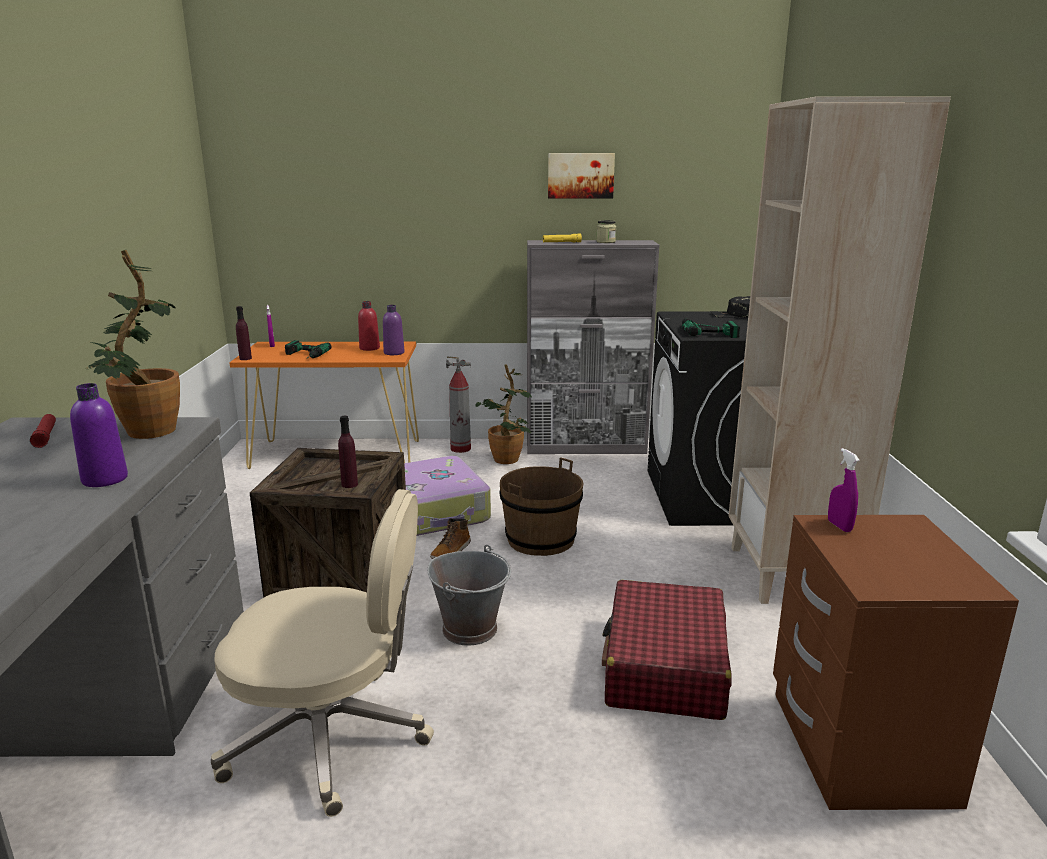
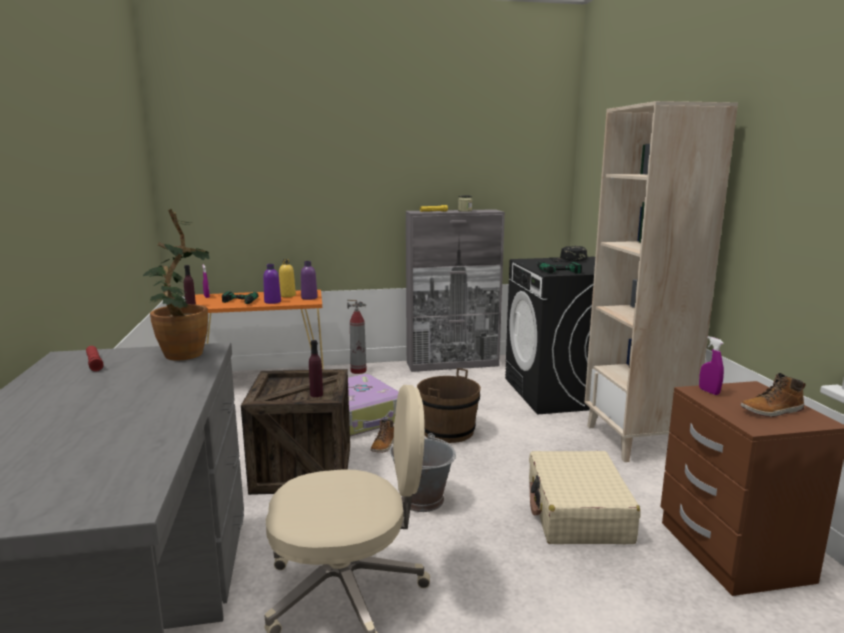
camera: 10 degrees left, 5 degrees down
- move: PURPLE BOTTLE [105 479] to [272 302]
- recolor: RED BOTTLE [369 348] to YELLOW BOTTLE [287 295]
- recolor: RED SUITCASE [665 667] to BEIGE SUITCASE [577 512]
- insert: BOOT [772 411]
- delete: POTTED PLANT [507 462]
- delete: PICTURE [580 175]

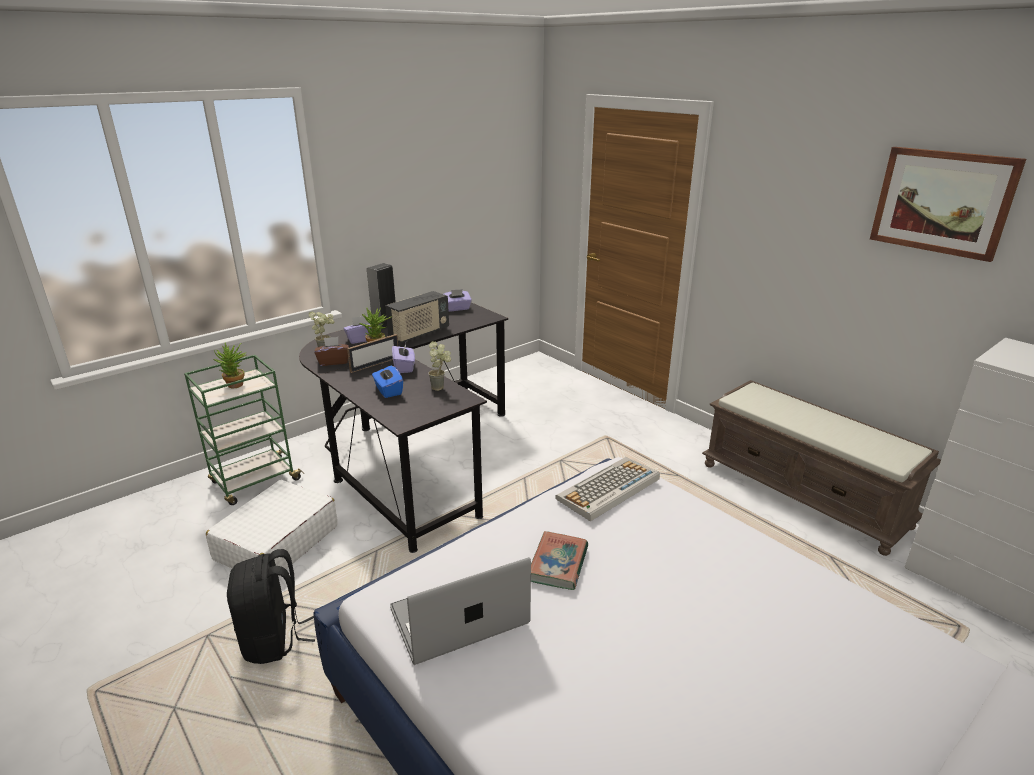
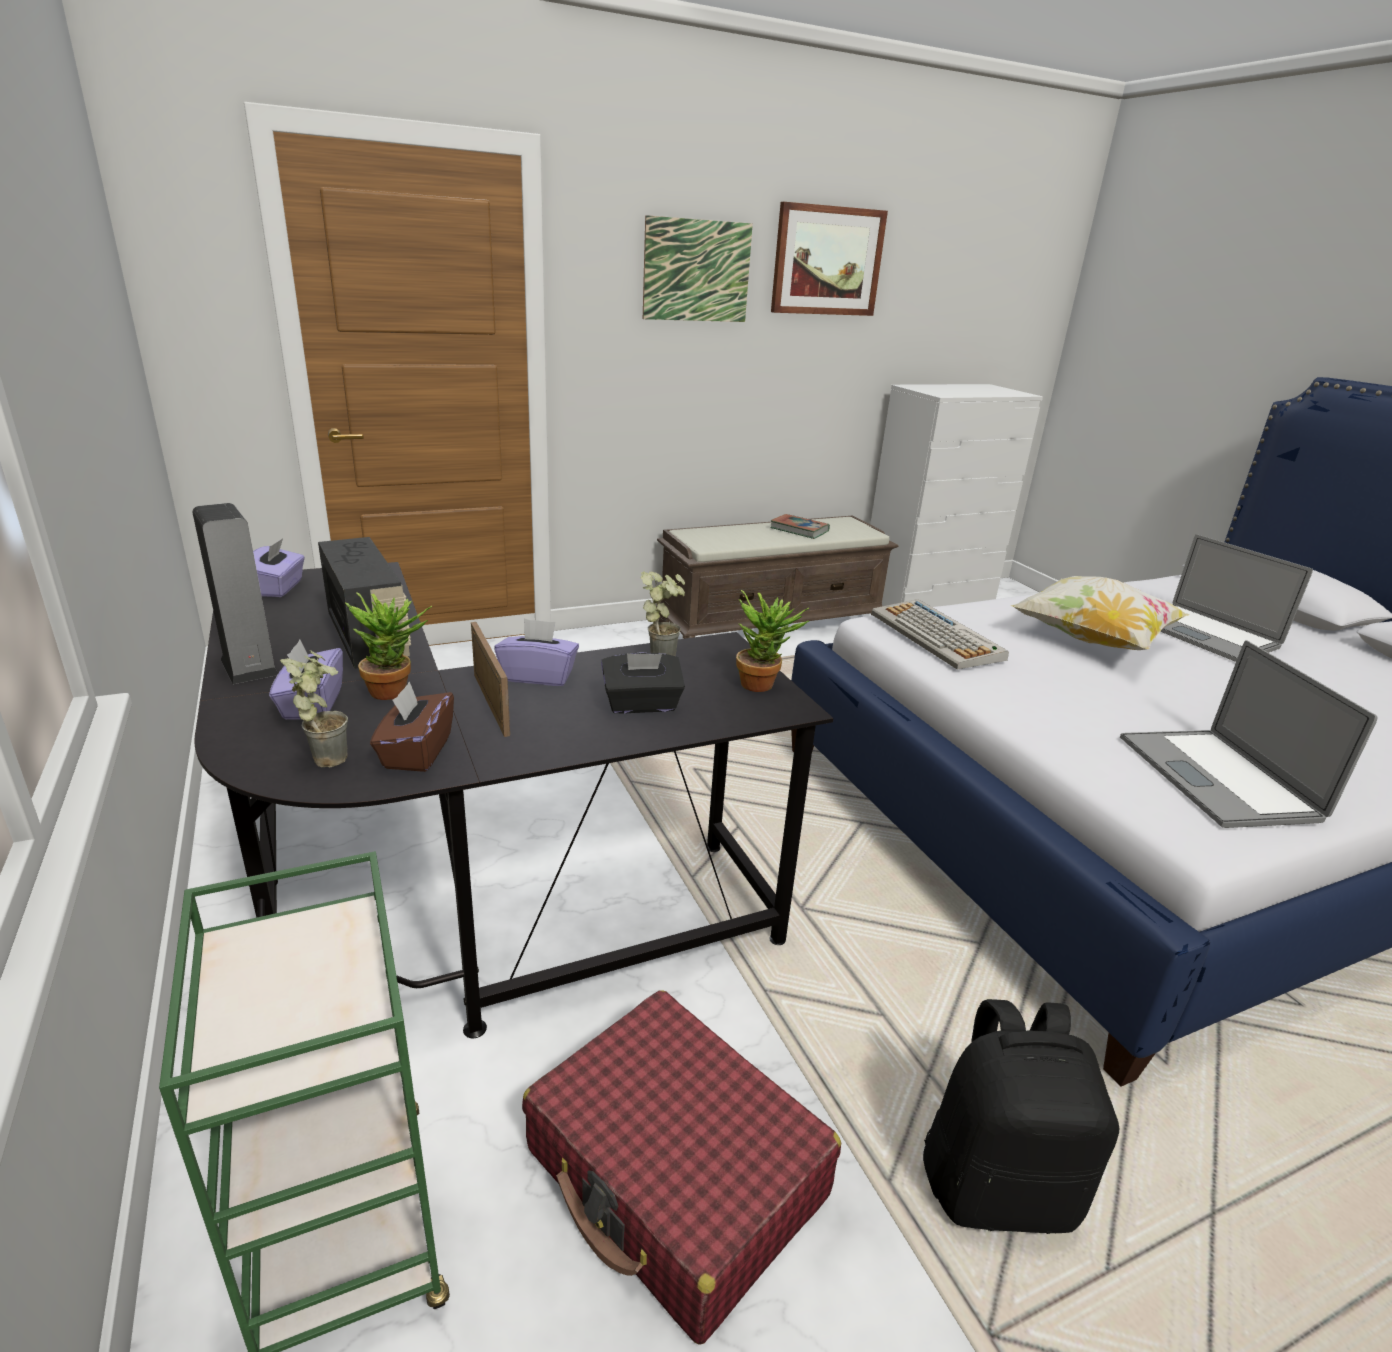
camera: 75 degrees left, 0 degrees up
- recolor: WHITE SUITCASE [276 543] to RED SUITCASE [676 1175]
- recolor: BLUE TISSUE BOX [388 391] to BLACK TISSUE BOX [642 705]
- insert: PICTURE [697 271]
- move: POTTED PLANT [236 386] to [763 684]
- move: BOOK [558 564] to [799 530]
- insert: PILLOW [1091 641]
- insert: LAPTOP [1203 633]

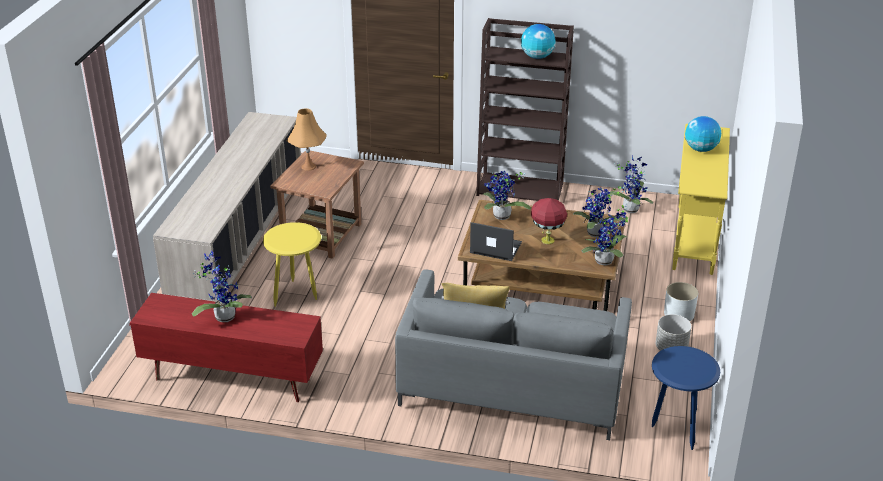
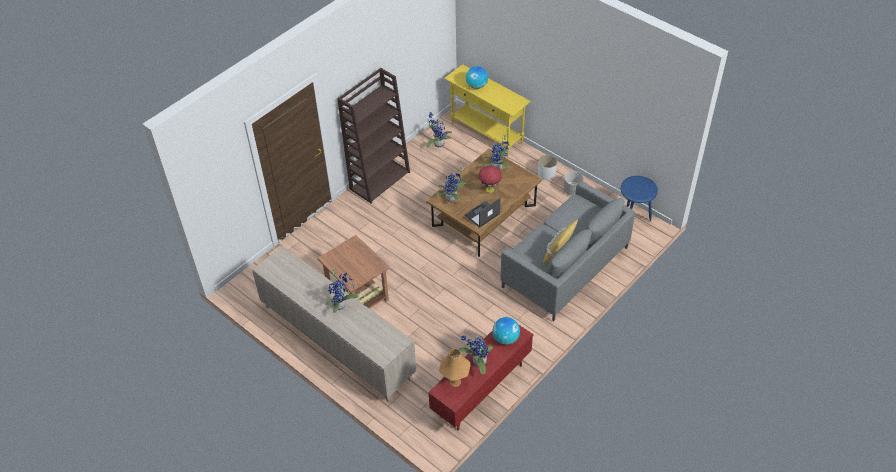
camera: 60 degrees left, 15 degrees up
- move: POTTED PLANT [606 262] to [341 305]
- move: ORANGE TABLE LAMP [308 166] to [455 381]
- move: GLOBE [537 57] to [505 338]
- delete: YELLOW SIDE TABLE [297 296]

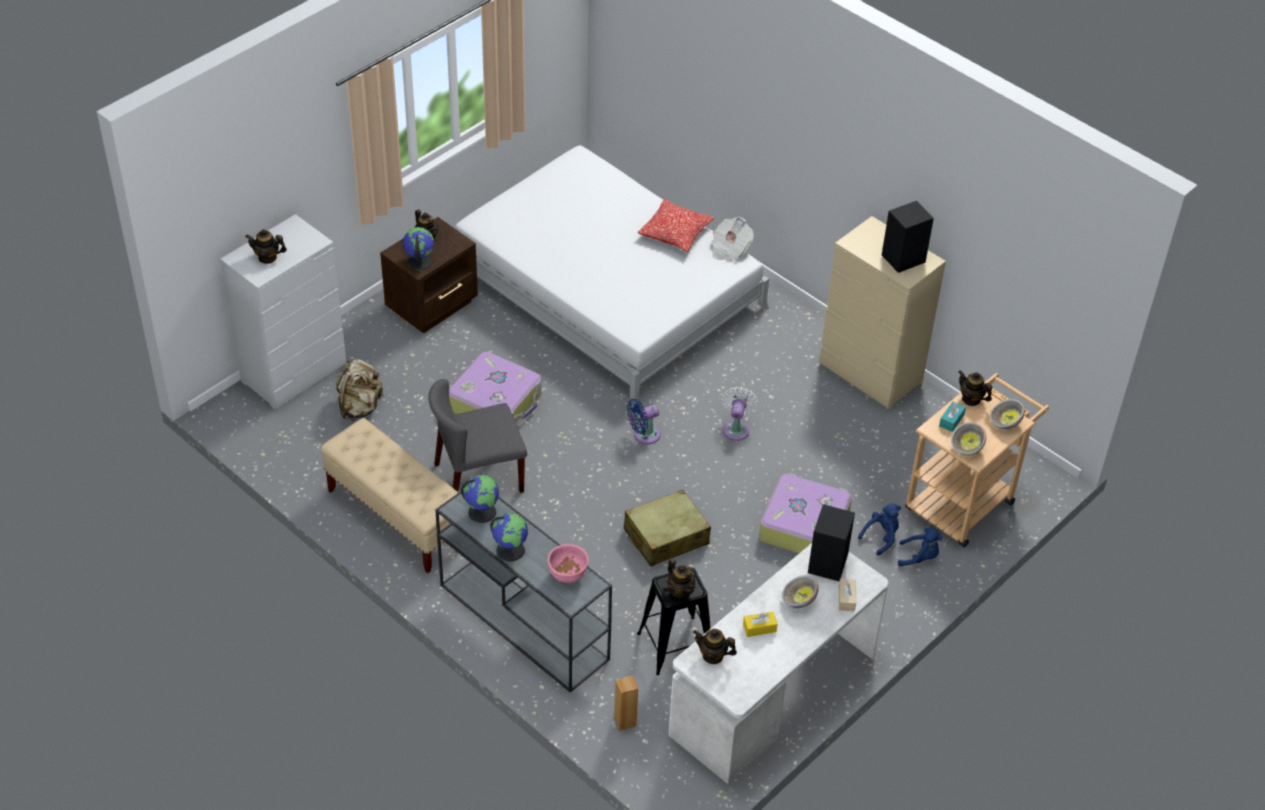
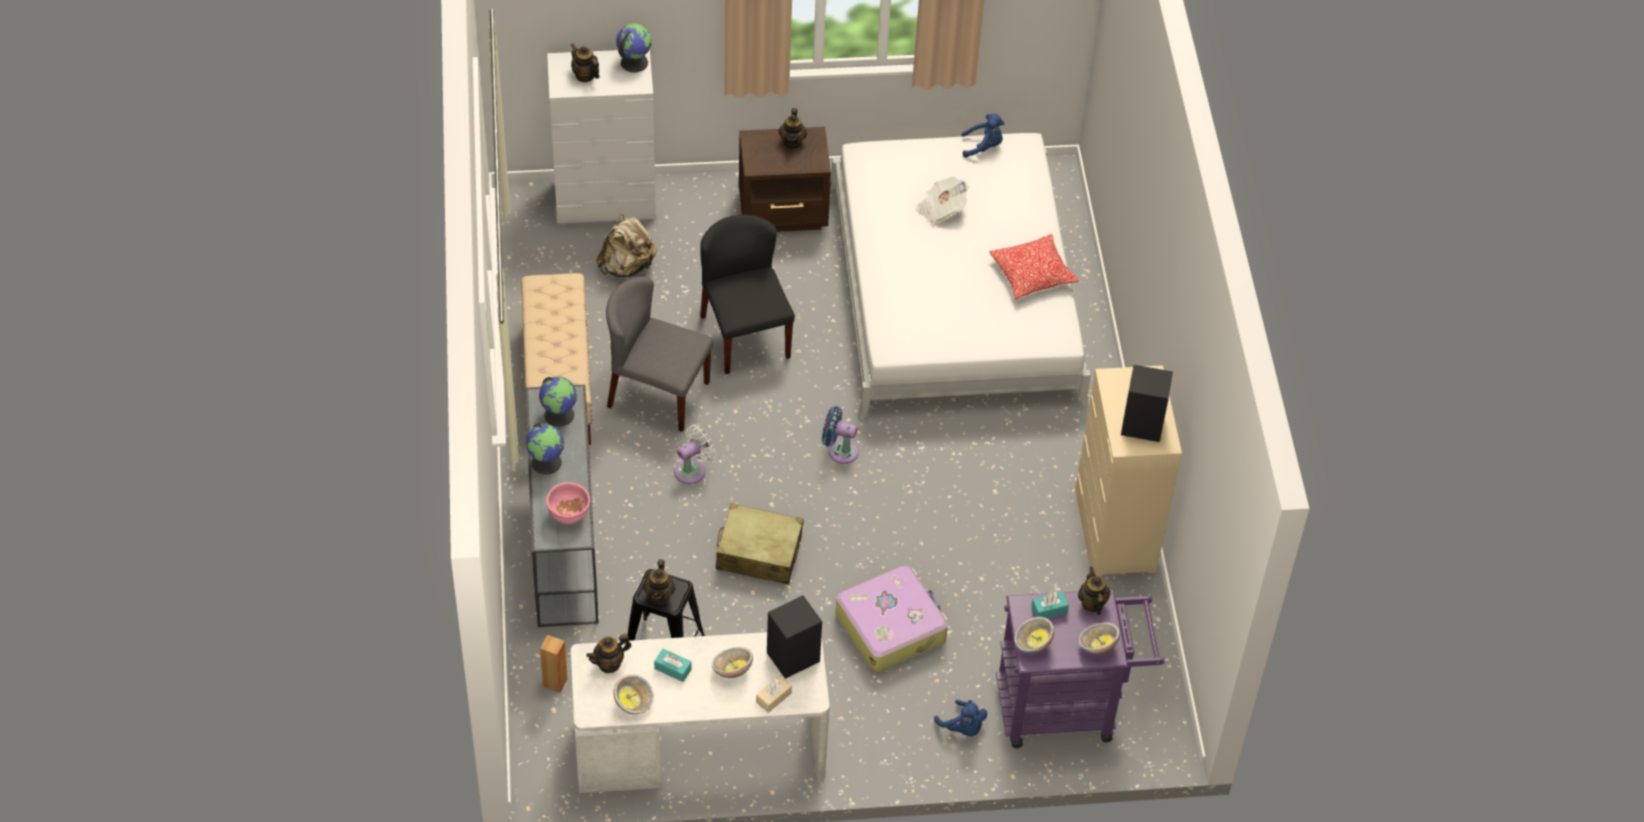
camera: 40 degrees right, 5 degrees up
- rotate: TEAPOT [713 656] = [609 664] 90 degrees counterclockwise
- insert: BOWL [634 702]
- move: GLOBE [419 262] to [633 62]
- recolor: YELLOW TISSUE BOX [759 628] to TURQUOISE TISSUE BOX [673 669]
- move: WHITE FAN [736 428] to [692 470]
- replace: SUITCASE [496 402] to BLACK CHAIR [744 336]
- move: NEWSPAPER [729 249] to [941 209]
- move: BLUE PLUSH TOY [881 537] to [983 146]
- recolor: BEIGE CART [965 499] to PURPLE CART [1067 707]

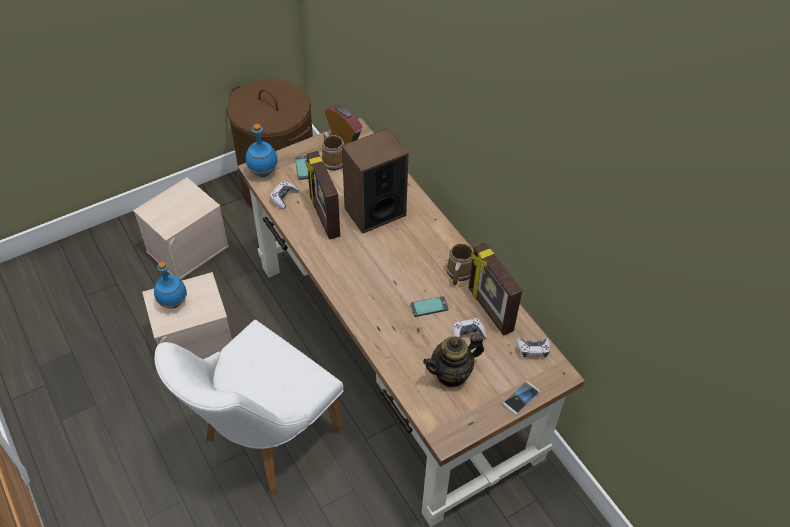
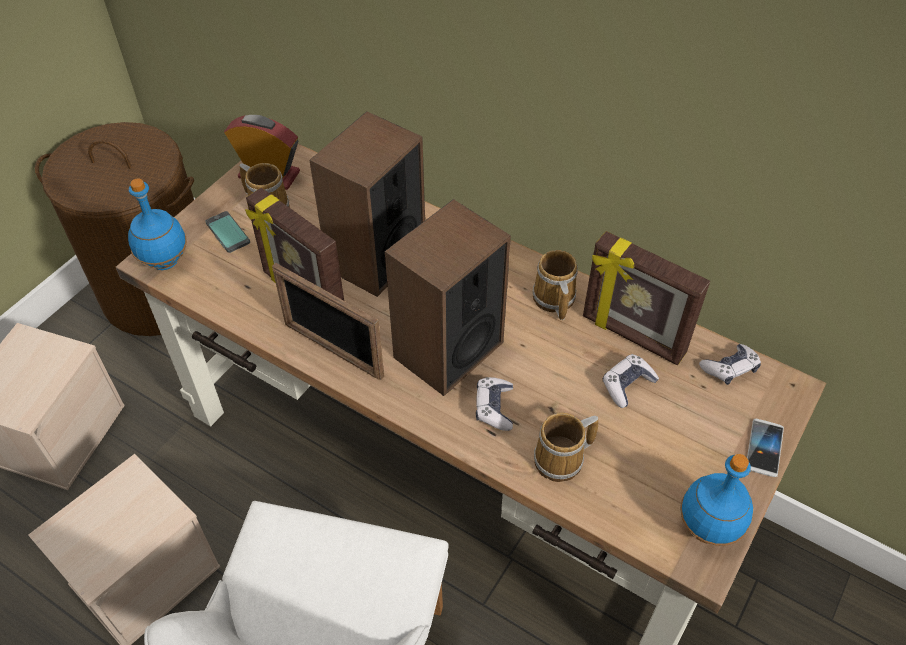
camera: 25 degrees left, 0 degrees up
- insert: PICTURE FRAME [333 350]
- insert: SPEAKER [447 350]
- move: GAME CONTROLLER [284 197] to [494 408]
- insert: MUG [562 460]
- move: BLUE BOTTLE [174 302] to [708 527]
- delete: PHONE [429 307]
- delete: TEAPOT [452 374]

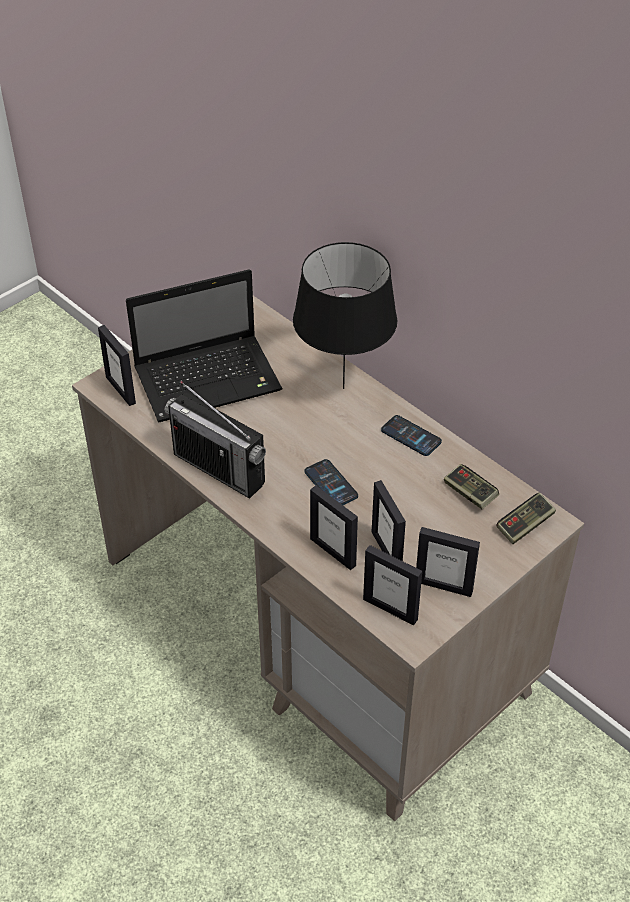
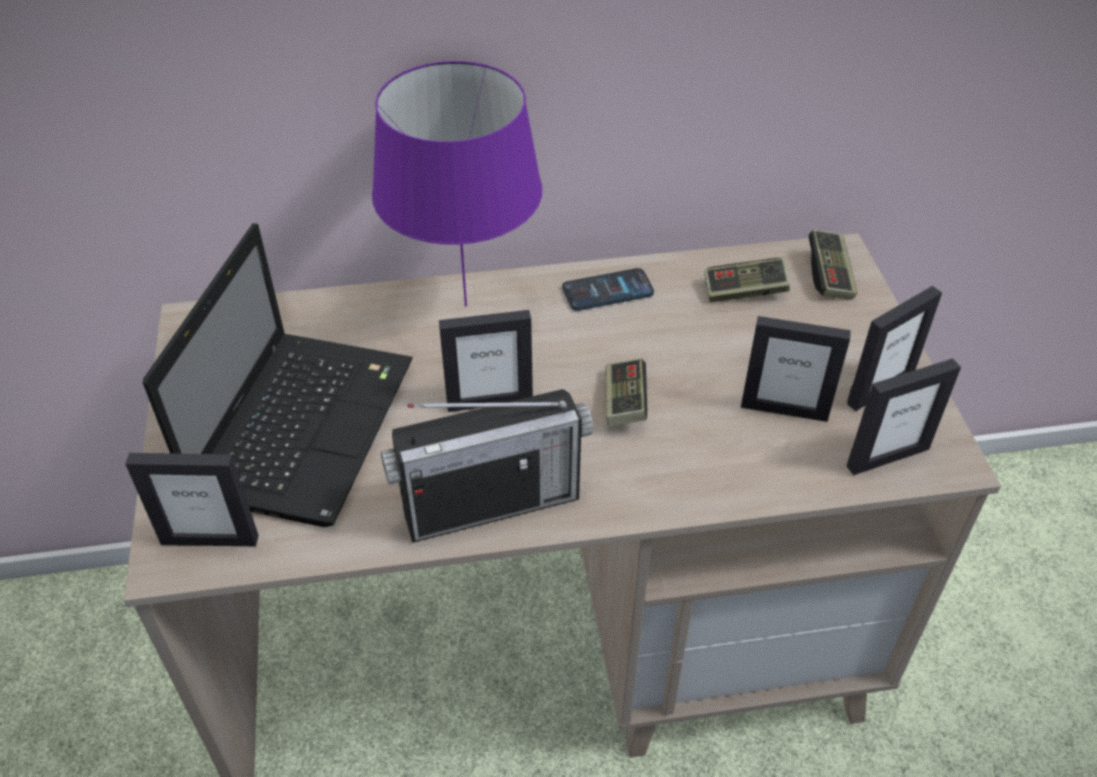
camera: 55 degrees left, 0 degrees up
- recolor: BLACK TABLE LAMP [344 387] to PURPLE TABLE LAMP [465 304]
- move: PICTURE FRAME [333 552] to [489 401]
- replace: PHONE [331 484] to GAME CONTROLLER [624 402]

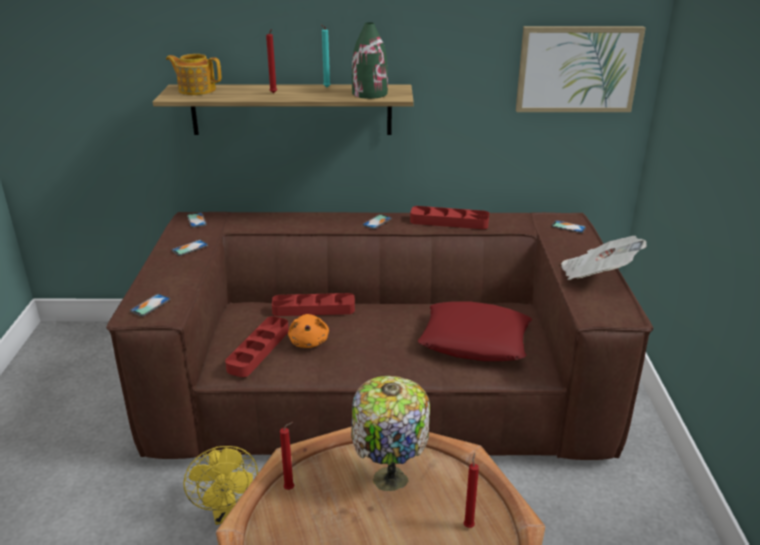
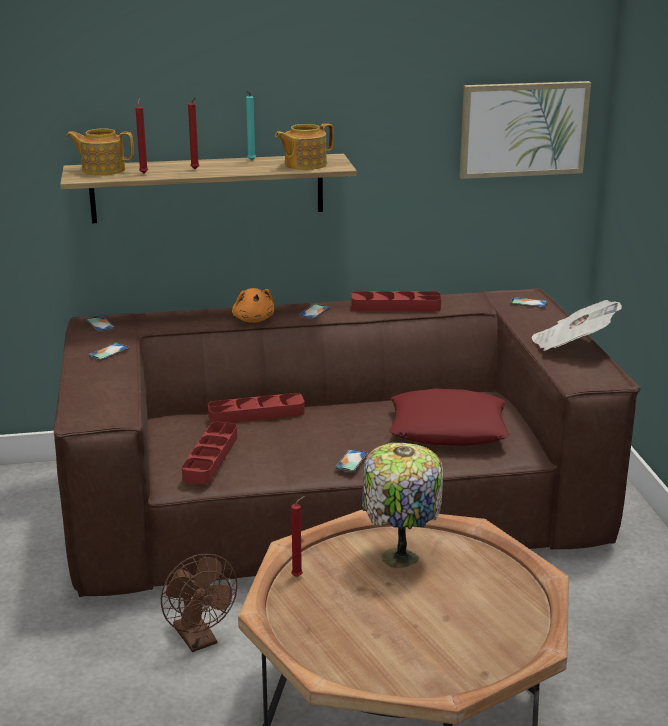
camera: 10 degrees left, 5 degrees down
- move: RED CANDLE [469 525] to [144 173]
- recolor: YELLOW FAN [226 512] to BROWN FAN [199 640]
- move: ORANGE PLUSH TOY [309 342] to [253 319]
- replace: GREEN VASE [370 93] to TEAPOT [304 164]
- move: PHONE [150 305] to [351 461]

